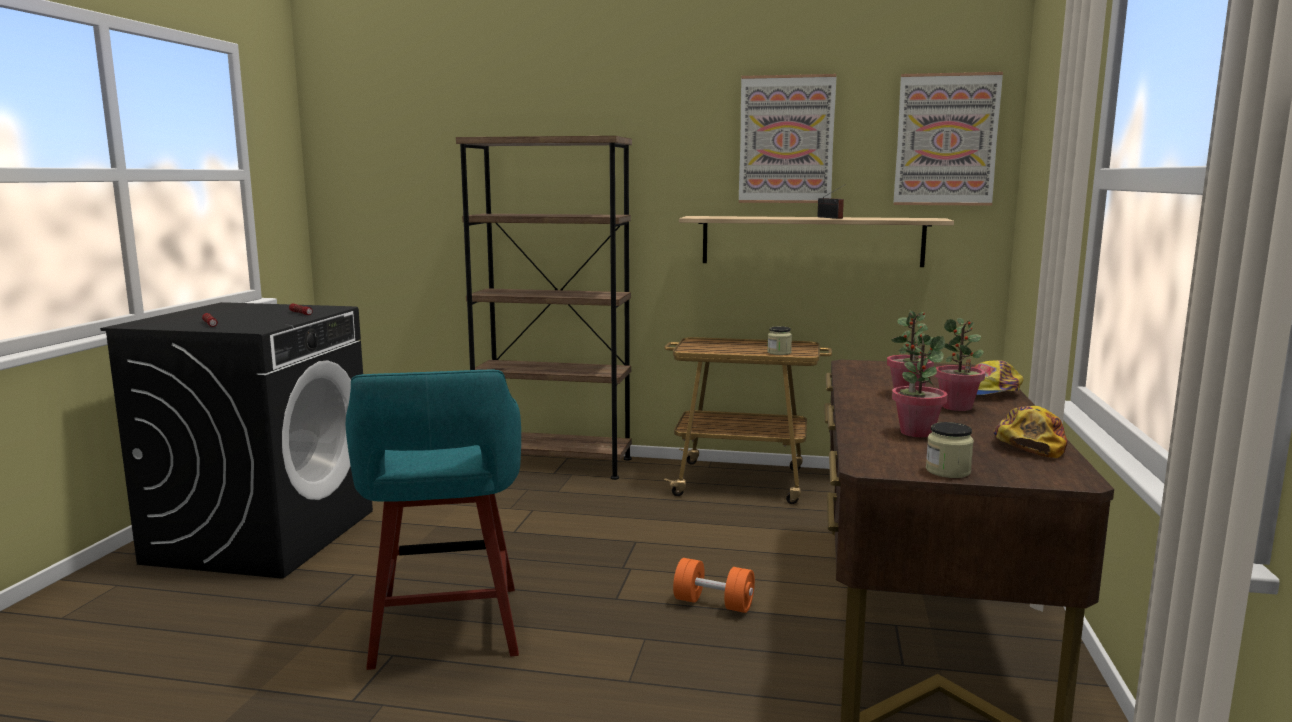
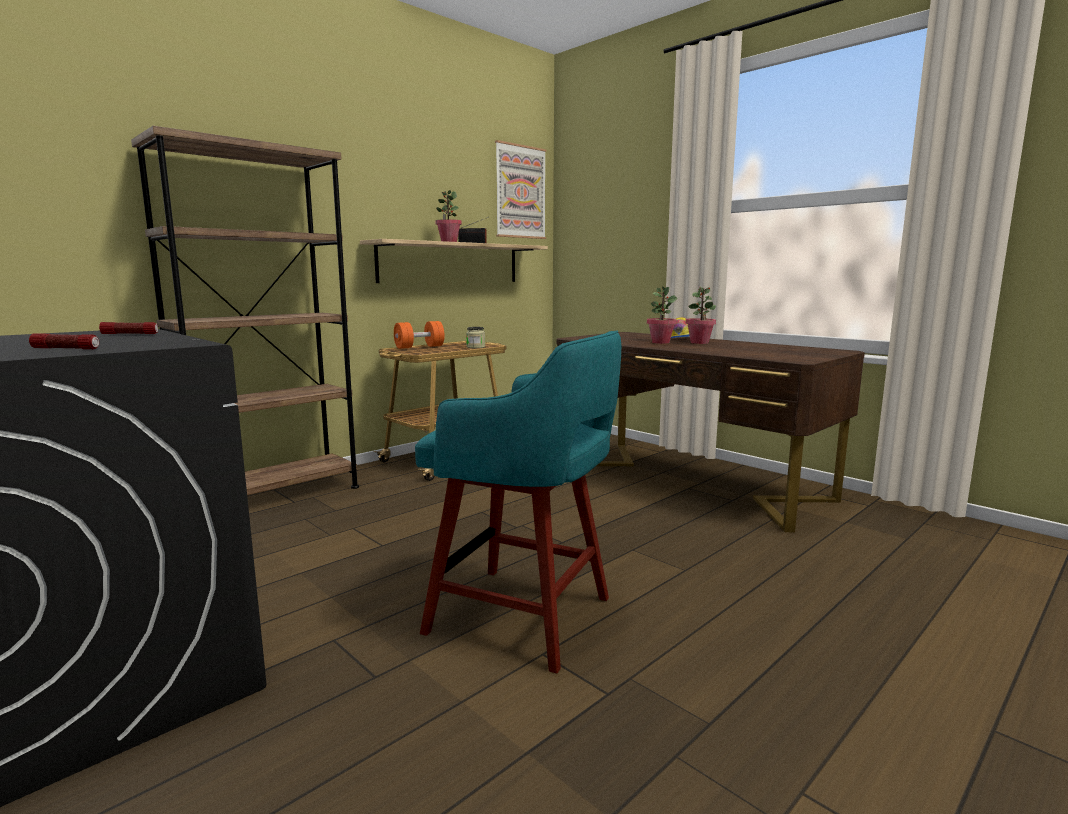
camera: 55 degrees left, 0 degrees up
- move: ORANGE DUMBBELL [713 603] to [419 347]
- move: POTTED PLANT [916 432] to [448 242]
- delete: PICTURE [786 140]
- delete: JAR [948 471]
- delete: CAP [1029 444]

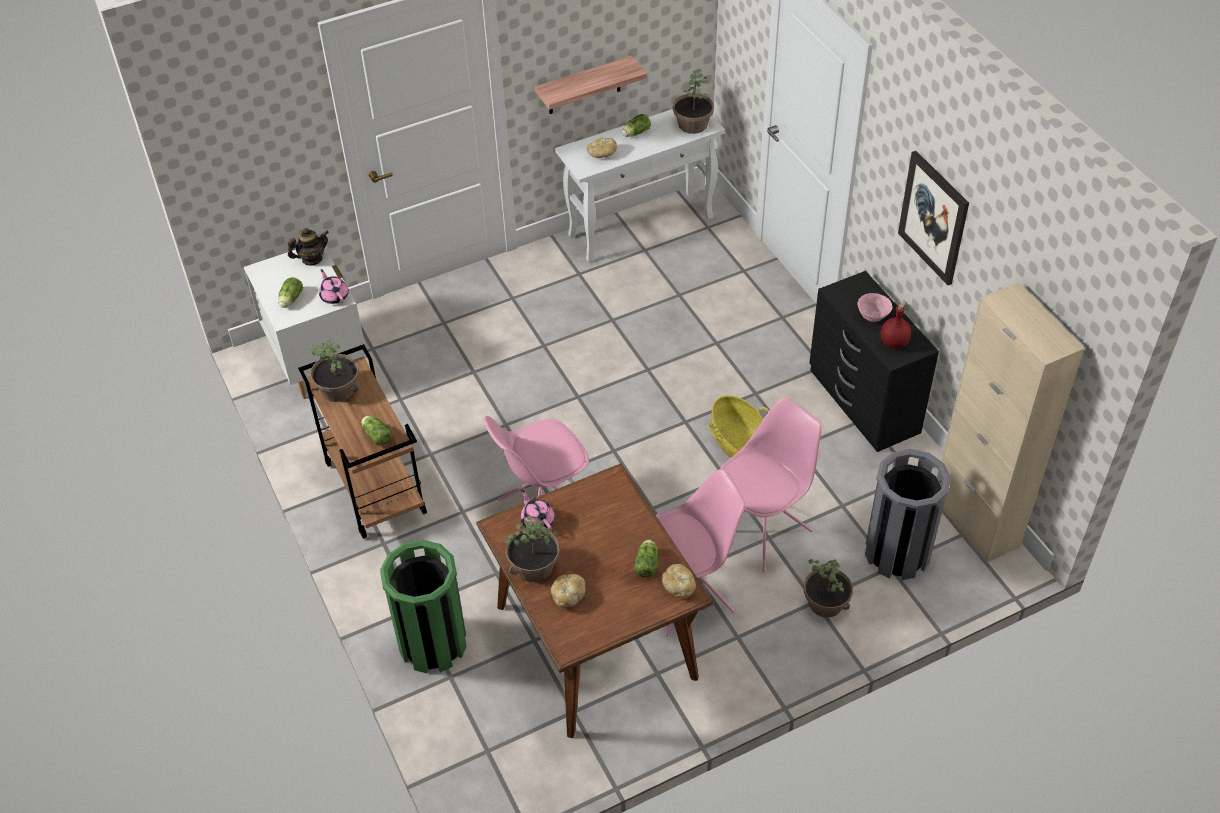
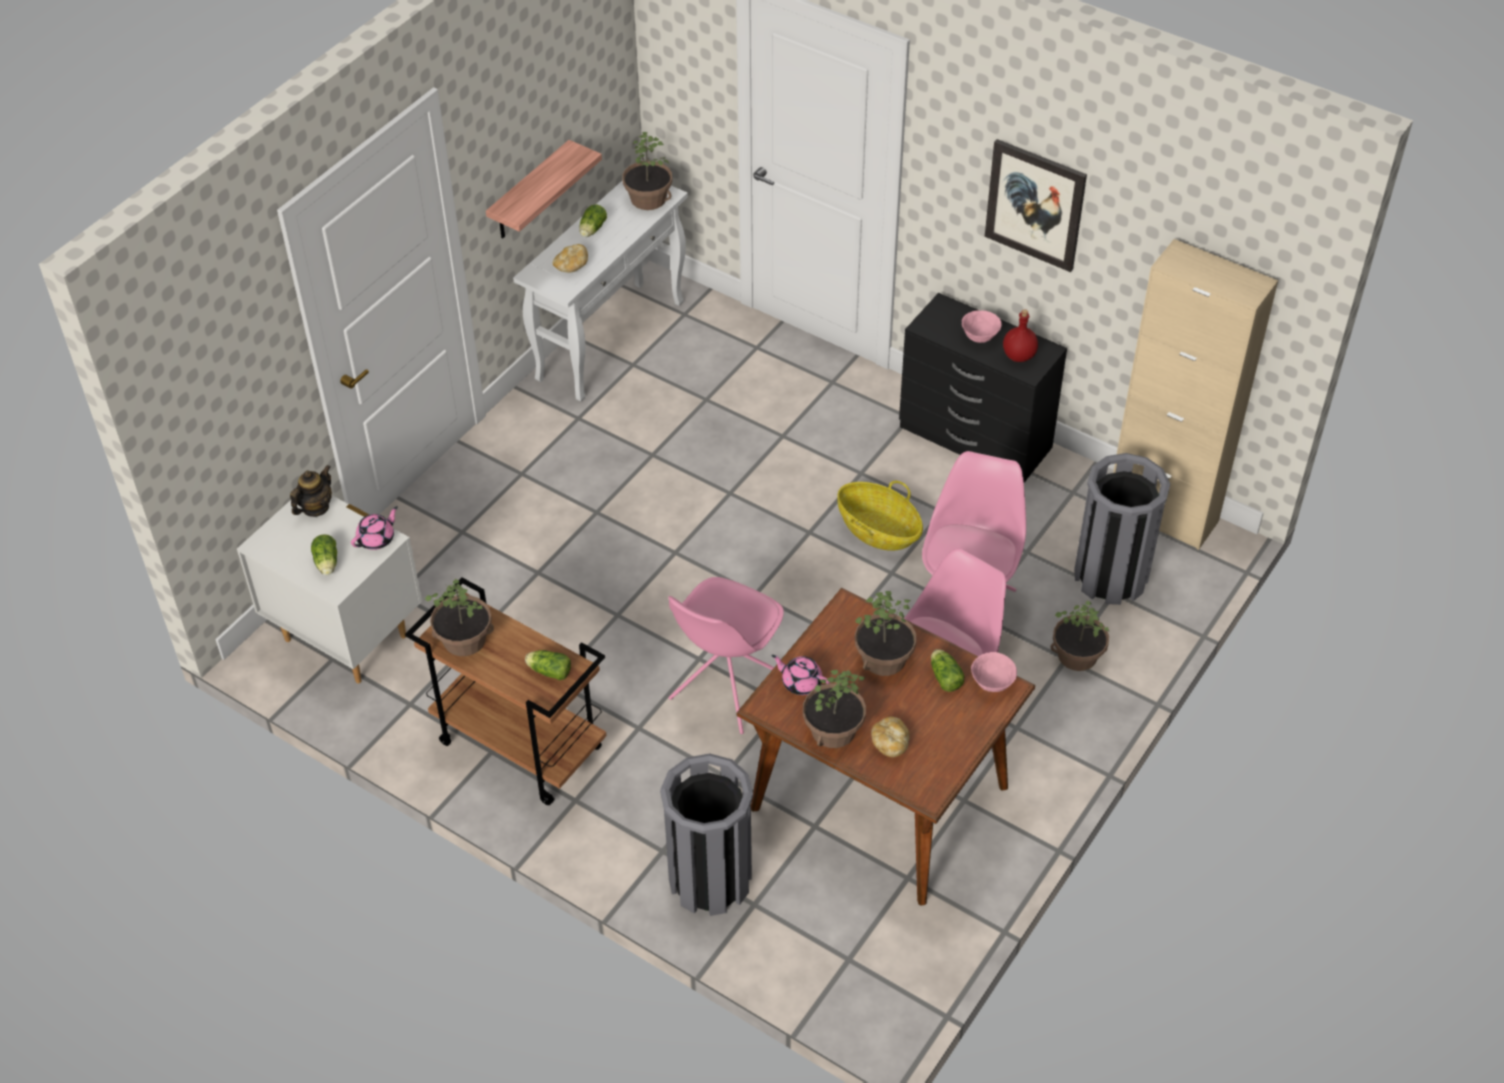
camera: 30 degrees left, 0 degrees up
- rotate: PINK TEAPOT [334 296] = [377 539] 105 degrees clockwise
- recolor: GREEN TRASH CAN [432 644] to GREY TRASH CAN [710 879]
- insert: POTTED PLANT [884 659]
- replace: BREAD [678 586] to PINK BOWL [992 684]

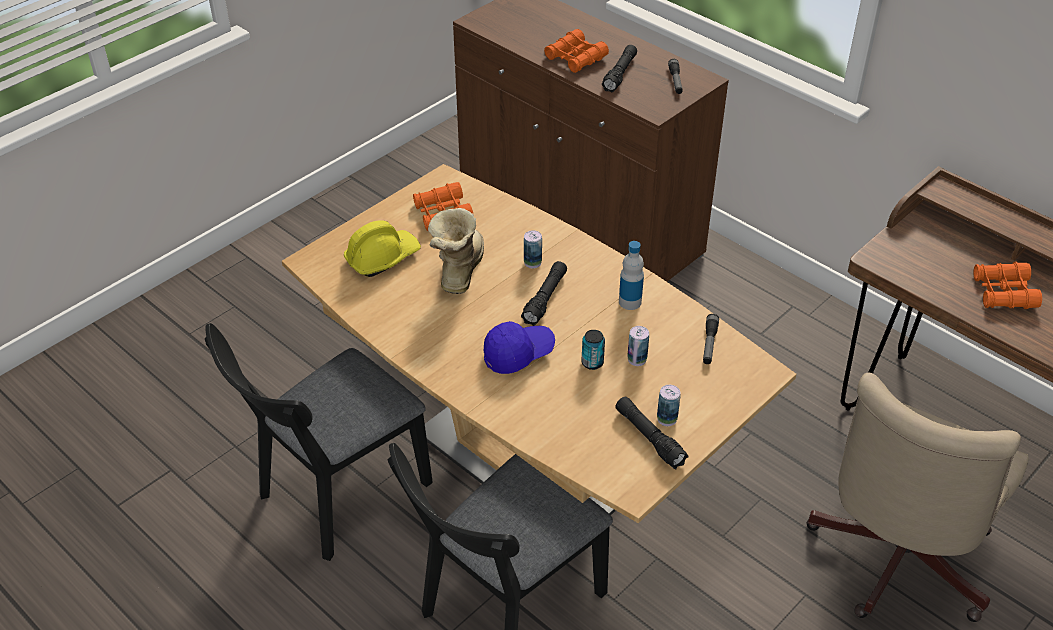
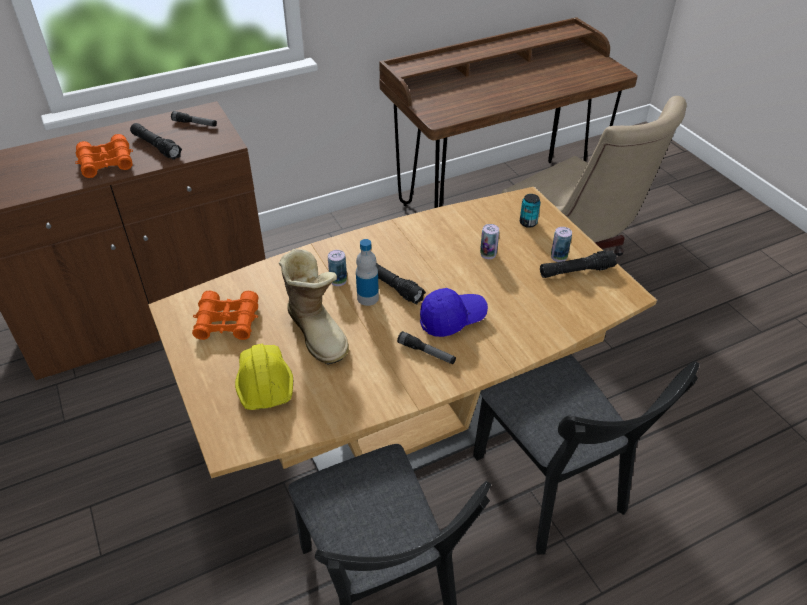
camera: 70 degrees left, 0 degrees up
- rotate: BOOT [458 270] = [318 331] 150 degrees counterclockwise
- move: BOTTLE [630 302] to [368 298]
- move: FLASHLIGHT [709 344] to [426 352]
- rotate: BLUE CAP [518 354] = [452 319] 75 degrees clockwise
- move: CAN [592 363] to [528 223]
- delete: ORANGE BINOCULARS [1003 293]

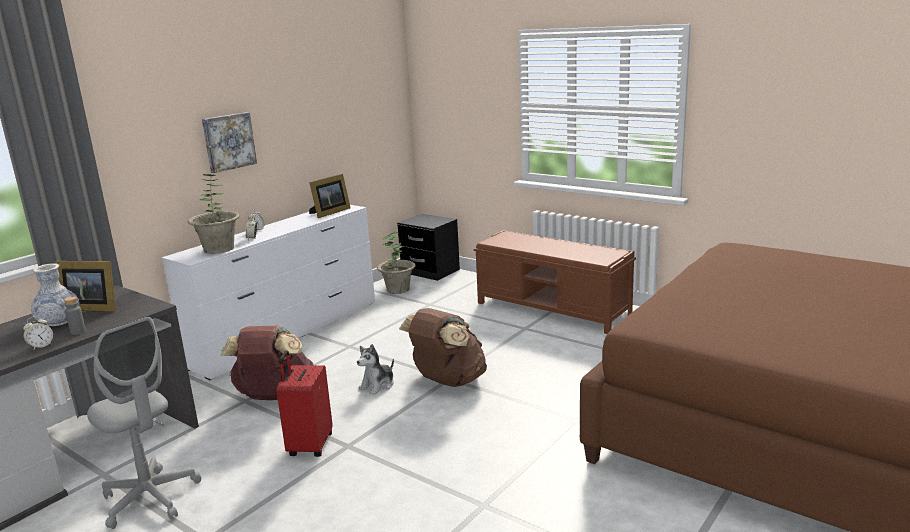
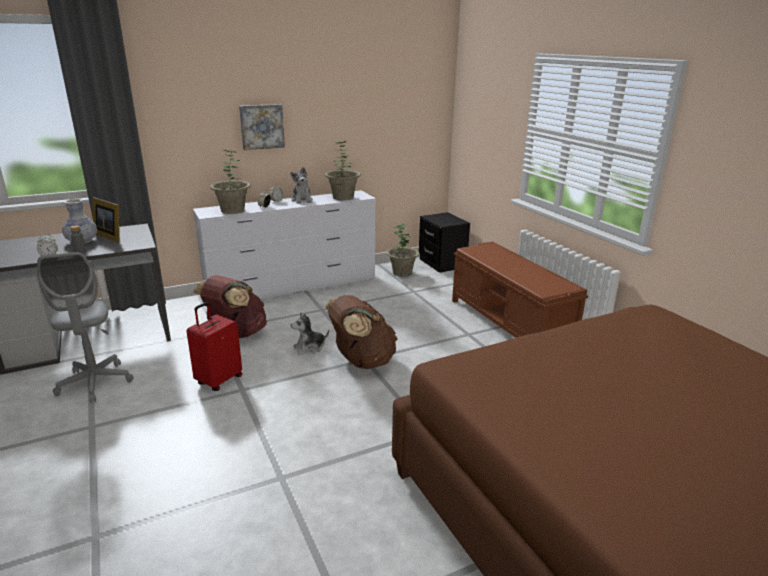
camera: 25 degrees right, 5 degrees up
- insert: PLUSH TOY [302 200]
- replace: PICTURE FRAME [329 212] to POTTED PLANT [343 197]

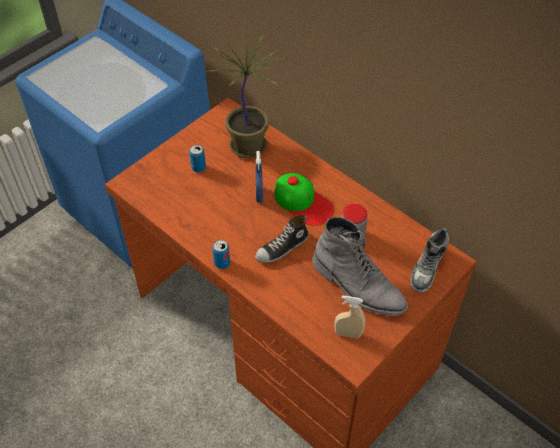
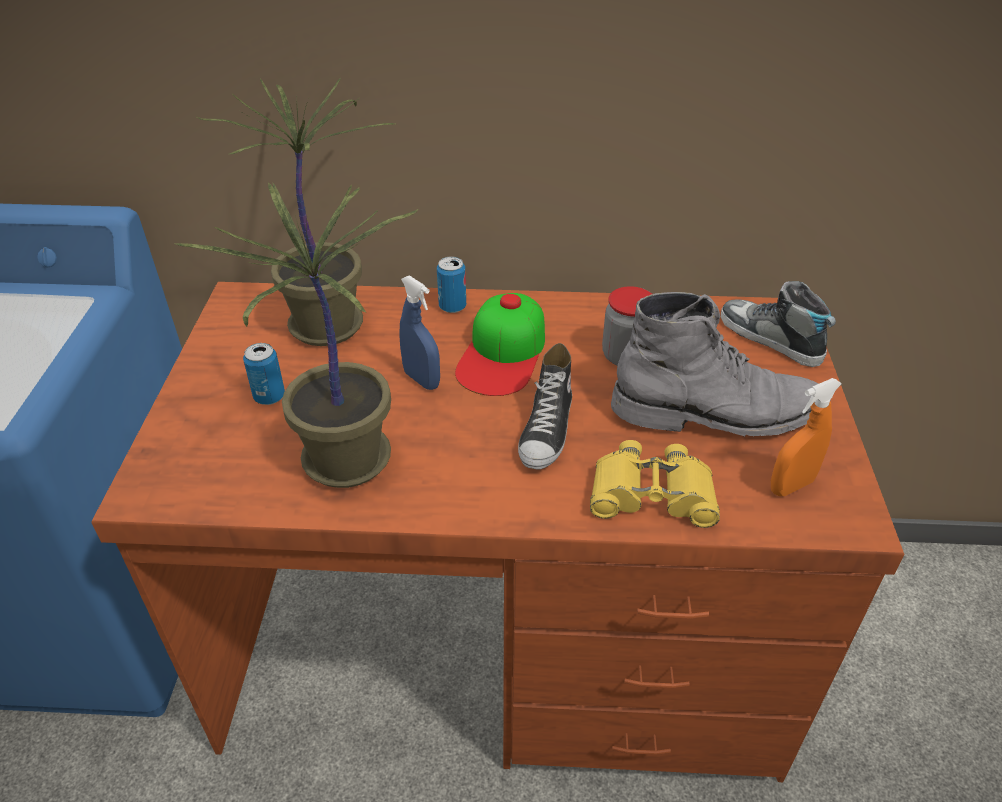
camera: 40 degrees left, 10 degrees down
- insert: POTTED PLANT [347 463]
- move: CAN [222 263] to [452 306]
- rotate: CAP [303 202] = [503 353] 105 degrees clockwise
- insert: YELLOW BINOCULARS [652 494]
- rotate: SHOE [427 268] = [770 339] 150 degrees clockwise
- recolor: BEIGE SPRAY BOTTLE [348 334] to ORANGE SPRAY BOTTLE [791 486]

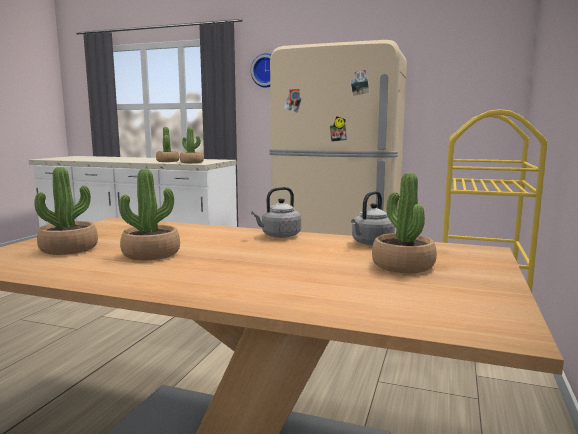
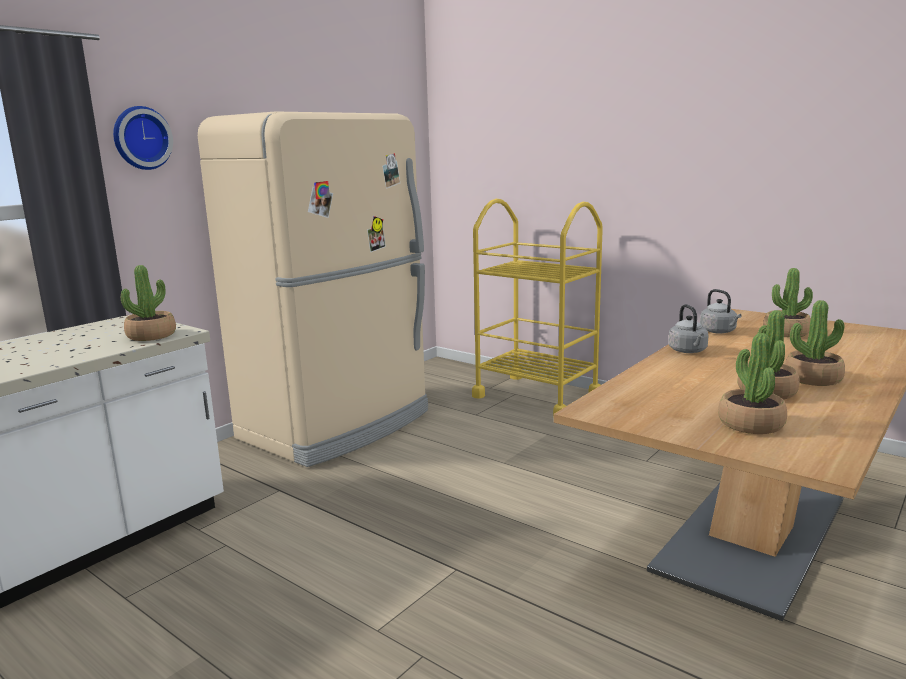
camera: 70 degrees left, 5 degrees up
- move: POTTED PLANT [168 161] to [813 378]

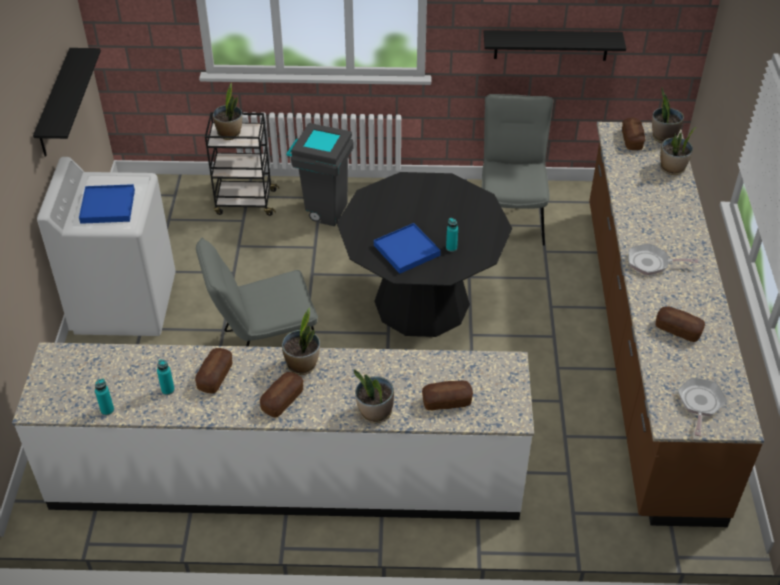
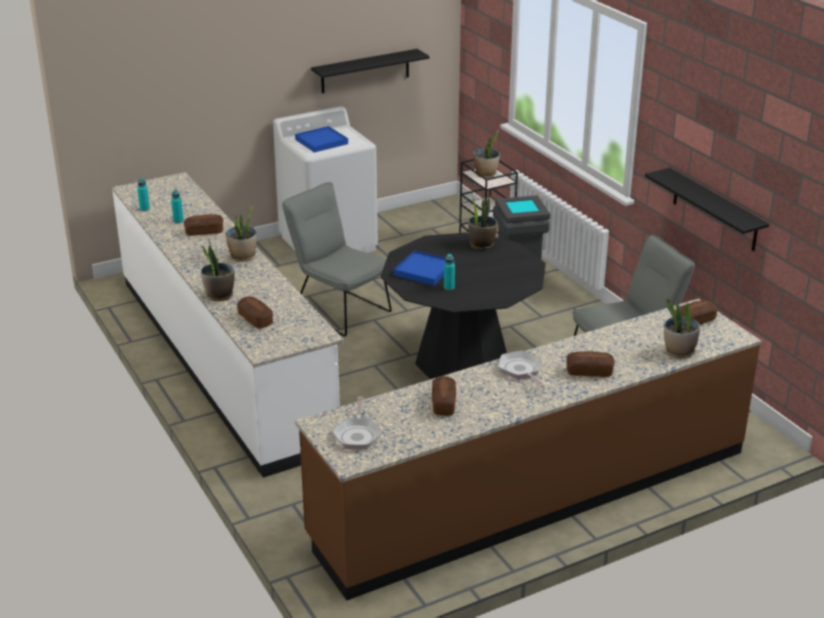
camera: 60 degrees right, 15 degrees down
- rotate: FRYING PAN [700 404] = [357 434] 105 degrees clockwise
- move: POTTED PLANT [663 137] to [481 245]
- move: BREAD [282 400] to [589 372]

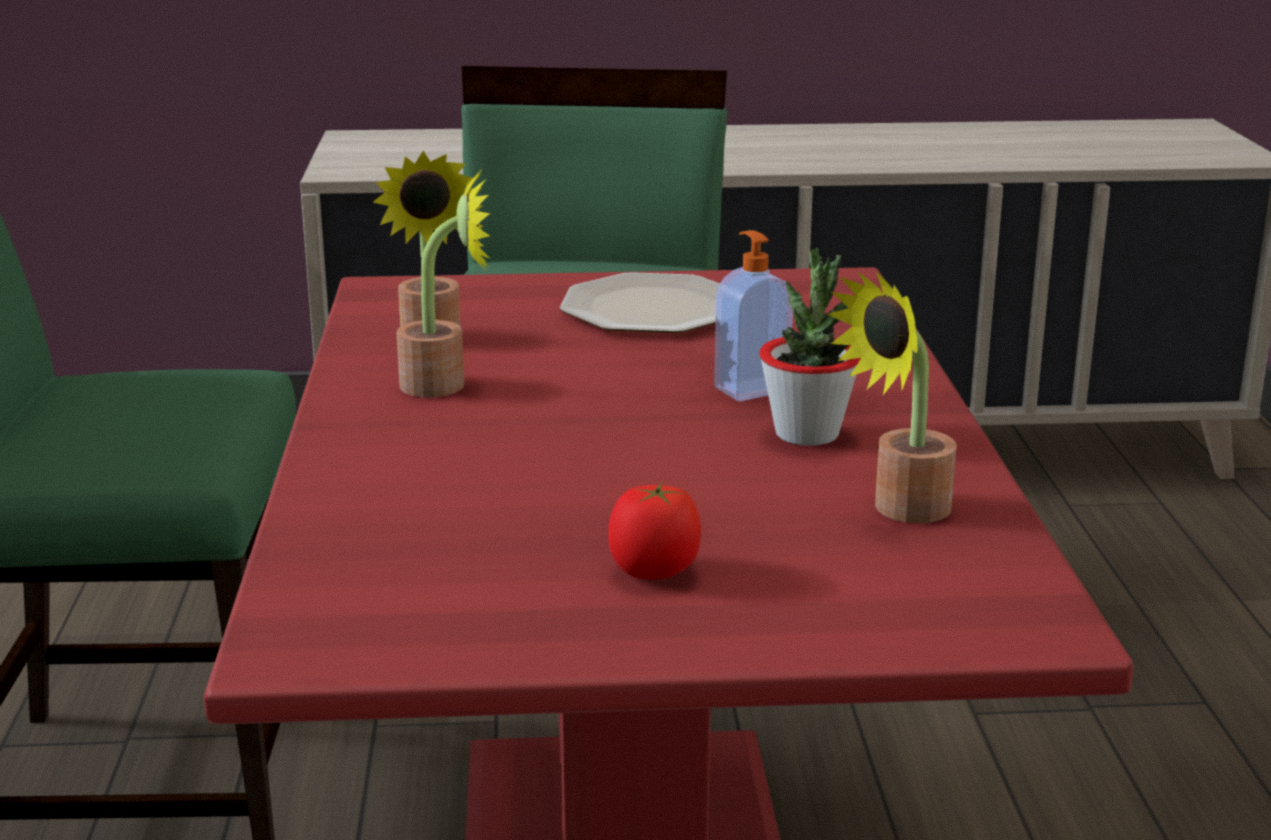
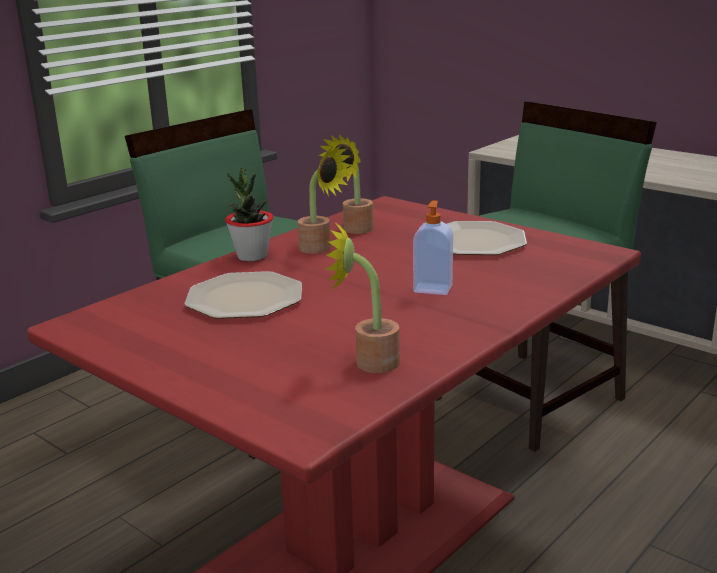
camera: 45 degrees right, 0 degrees up
- insert: PLATE [244 298]
- move: POTTED PLANT [807 434] to [252 256]
- delete: TOMATO [654 571]

